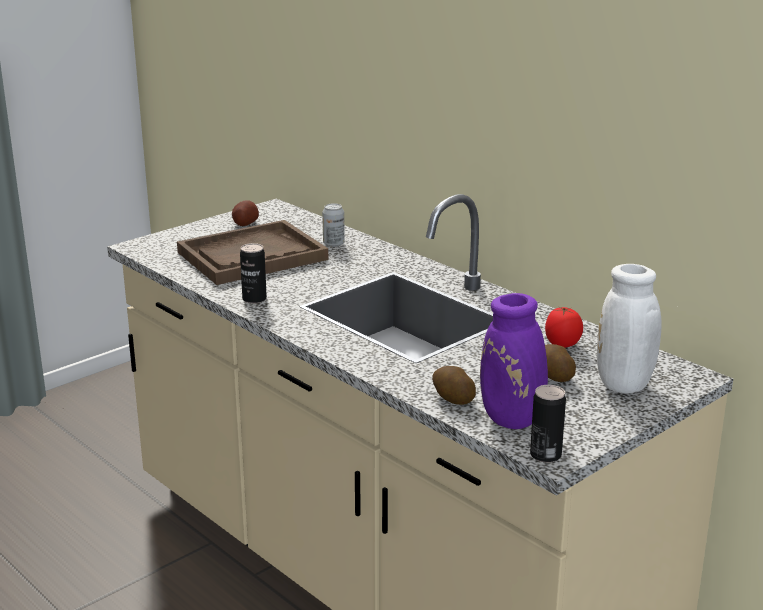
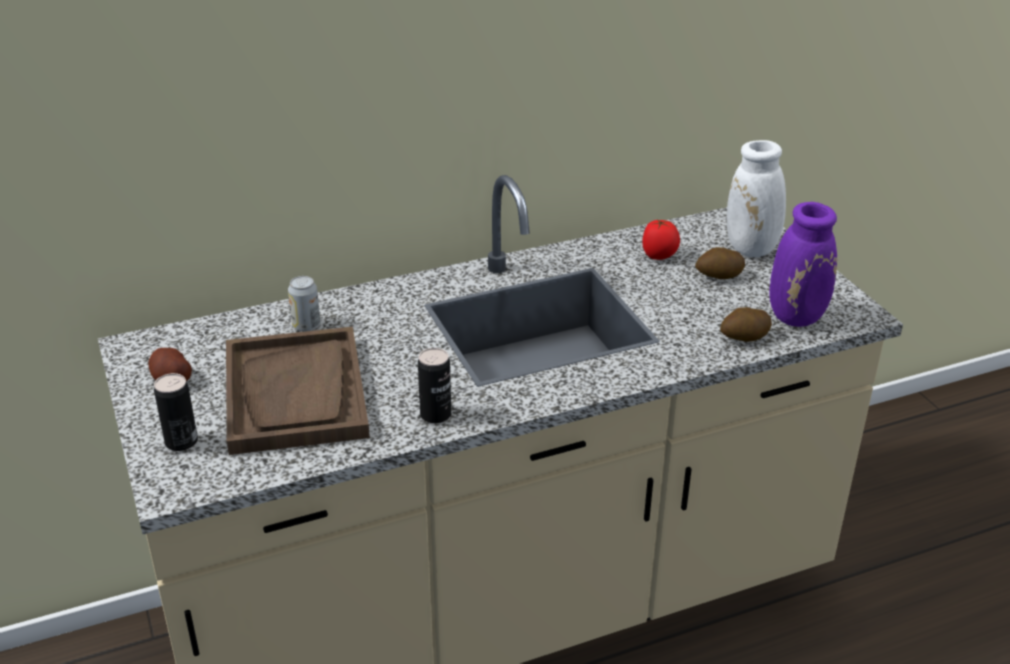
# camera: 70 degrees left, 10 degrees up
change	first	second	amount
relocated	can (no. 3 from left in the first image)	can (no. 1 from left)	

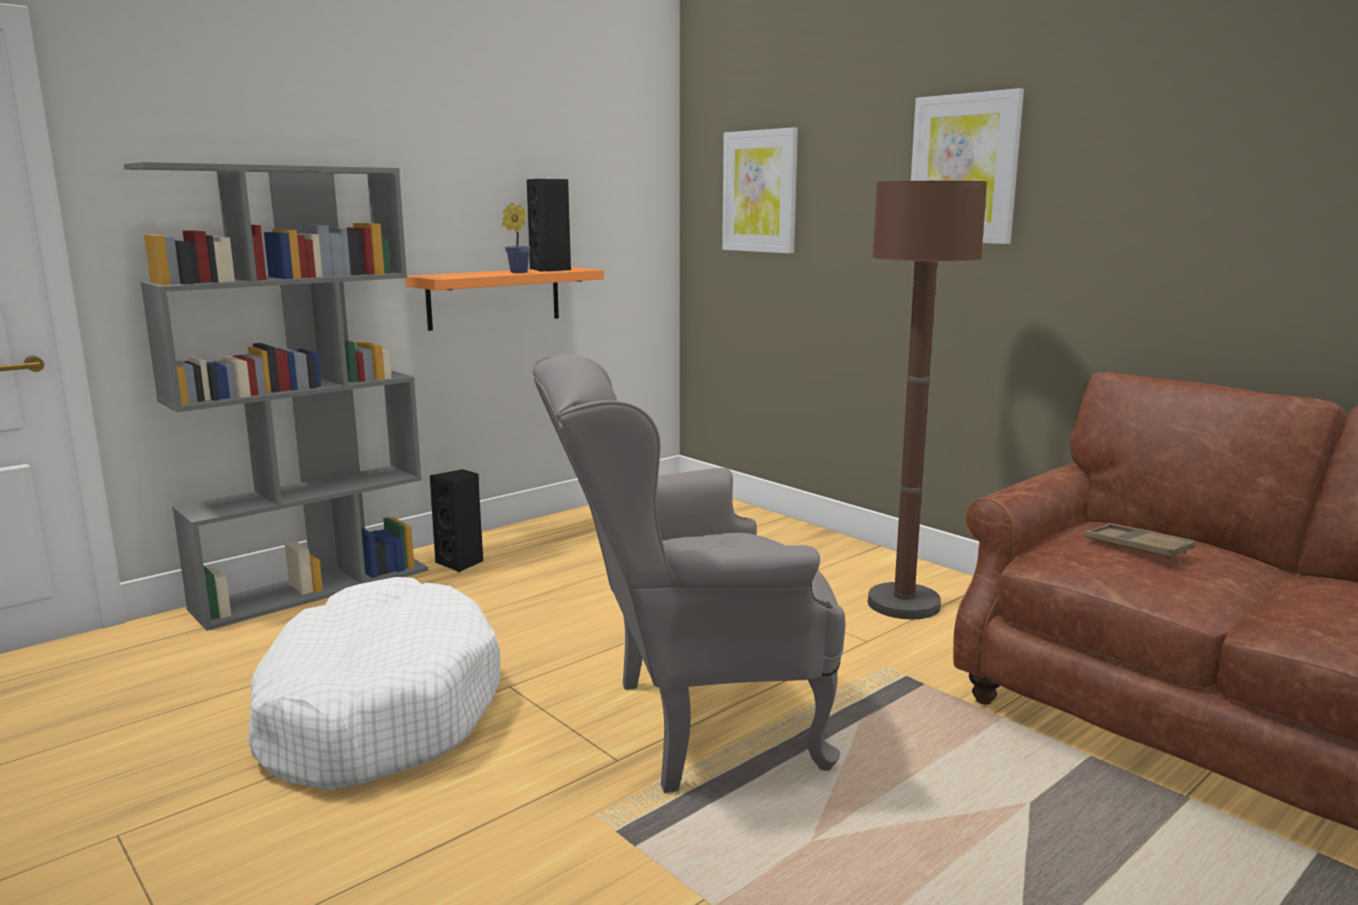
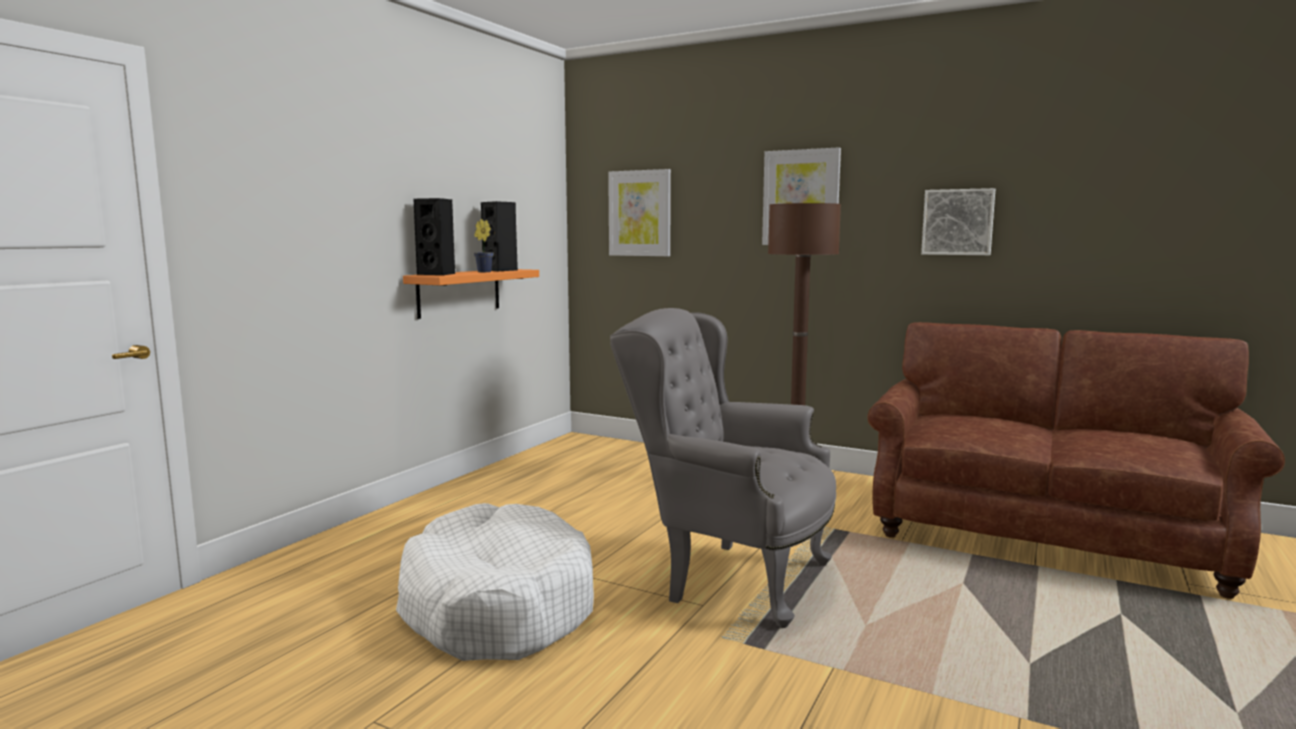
# camera: 20 degrees left, 5 degrees down
change	first	second	amount
relocated	black speaker (no. 1 from left)		
spun	grey armchair		60 degrees clockwise
appeared		picture (no. 3 from left)	
missing	grey bookcase		
missing	brown tray		

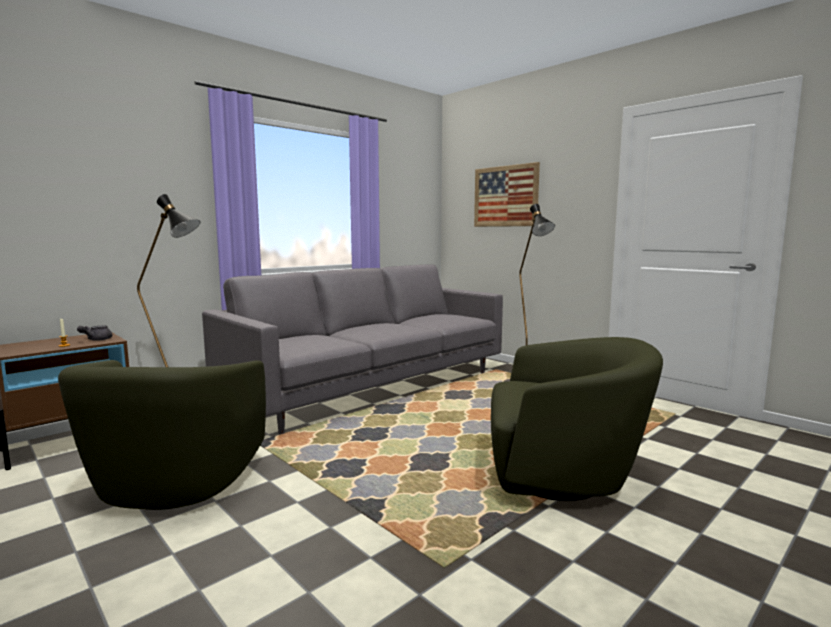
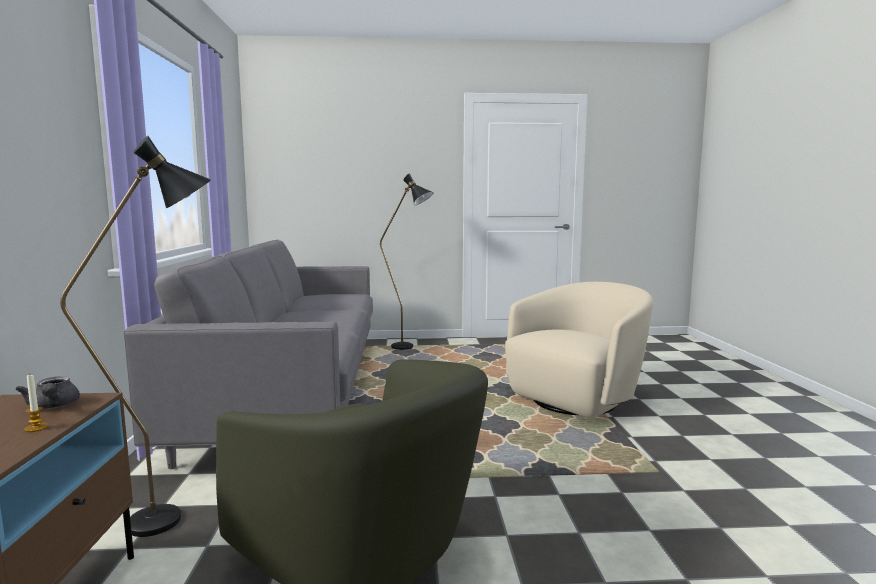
# camera: 50 degrees left, 0 degrees up
change	first	second	amount
colour	green armchair (no. 2 from left)	beige armchair	
missing	picture		

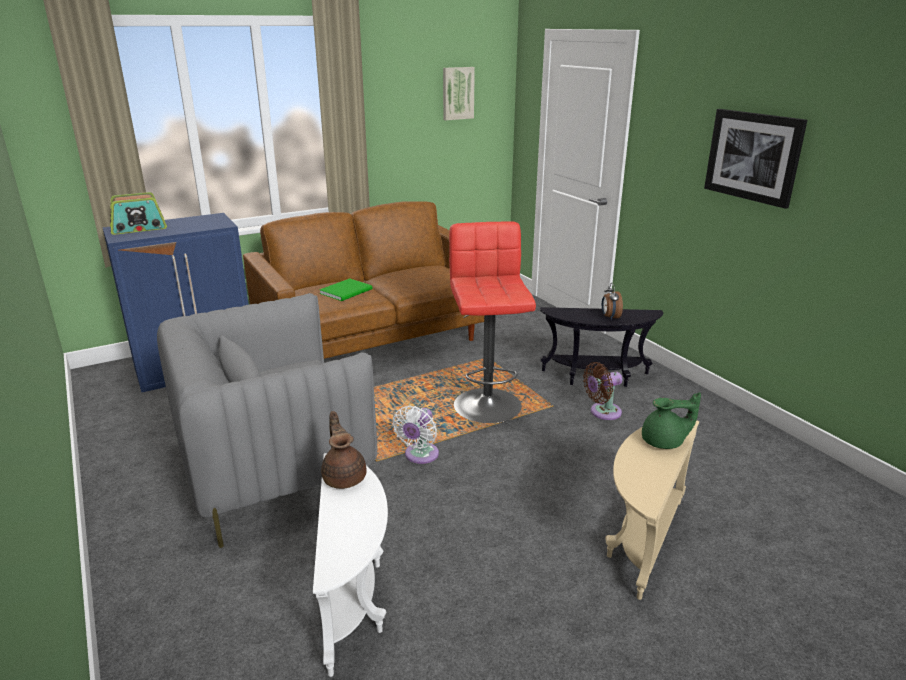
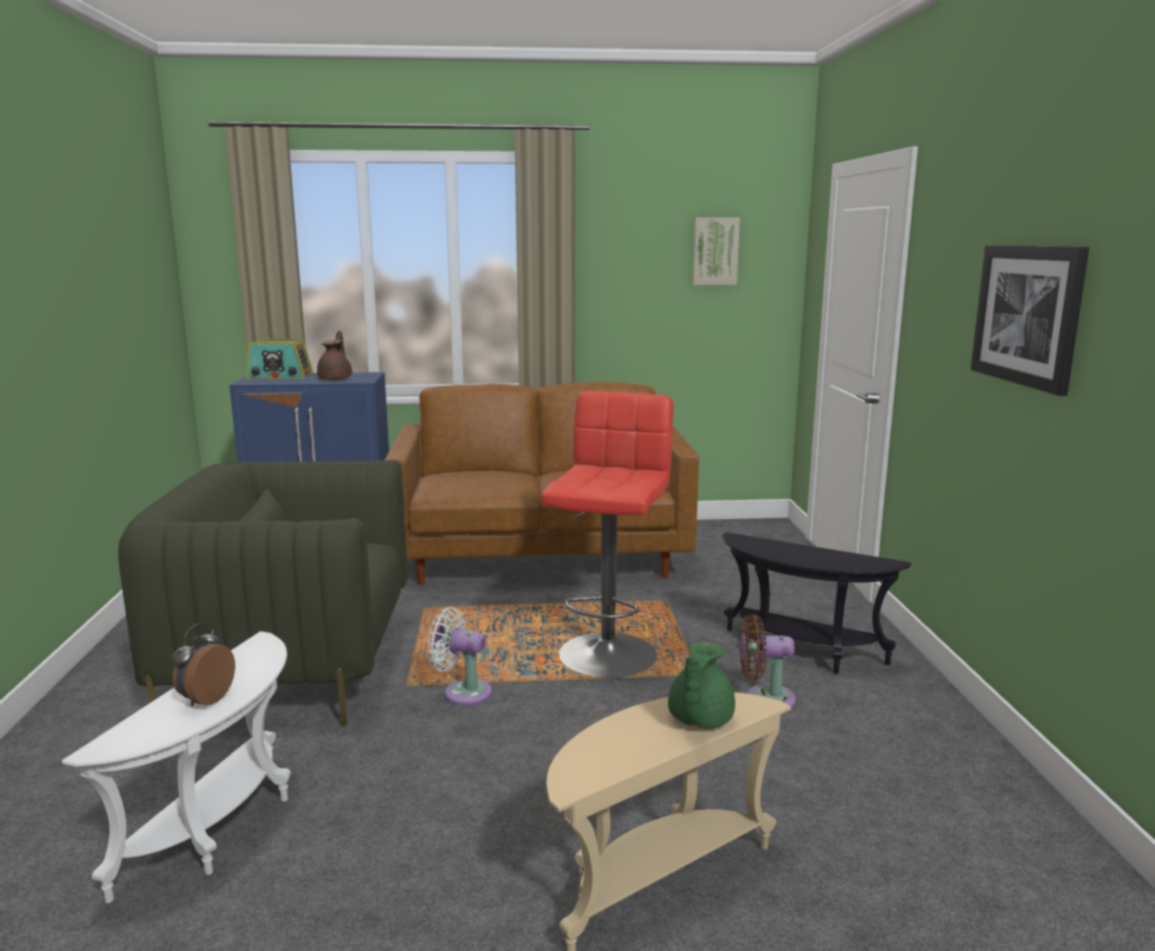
# camera: 25 degrees right, 10 degrees down
change	first	second	amount
colour	grey armchair	green armchair	
relocated	alarm clock		
relocated	brown teapot		
spun	white fan		60 degrees clockwise
spun	green teapot		90 degrees clockwise
missing	green book		

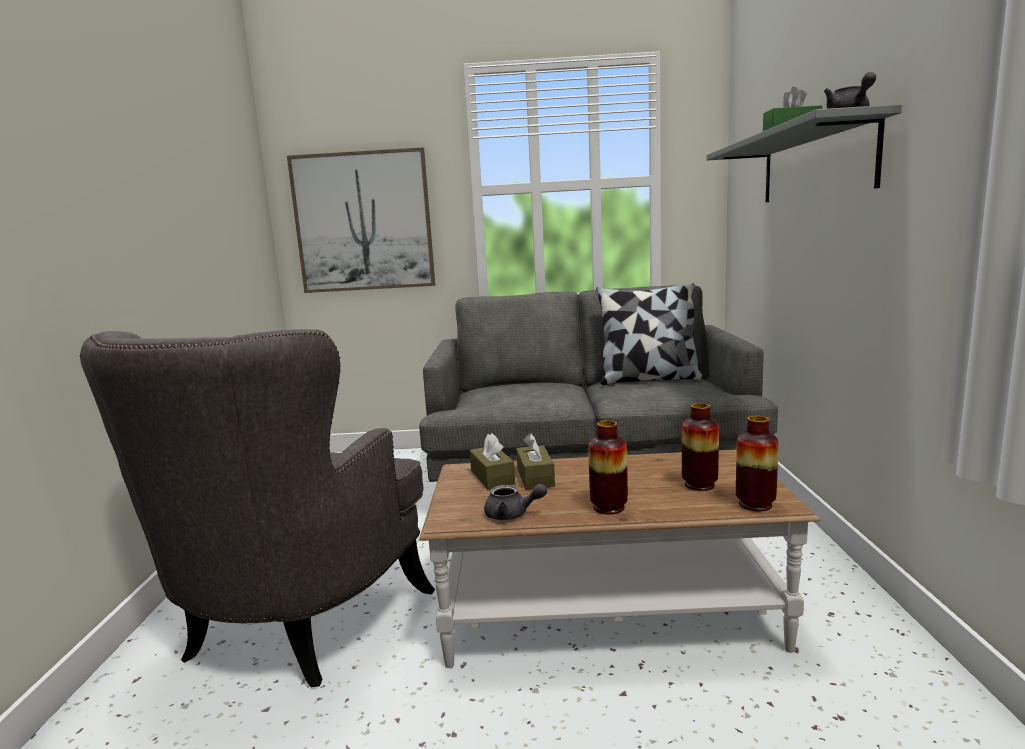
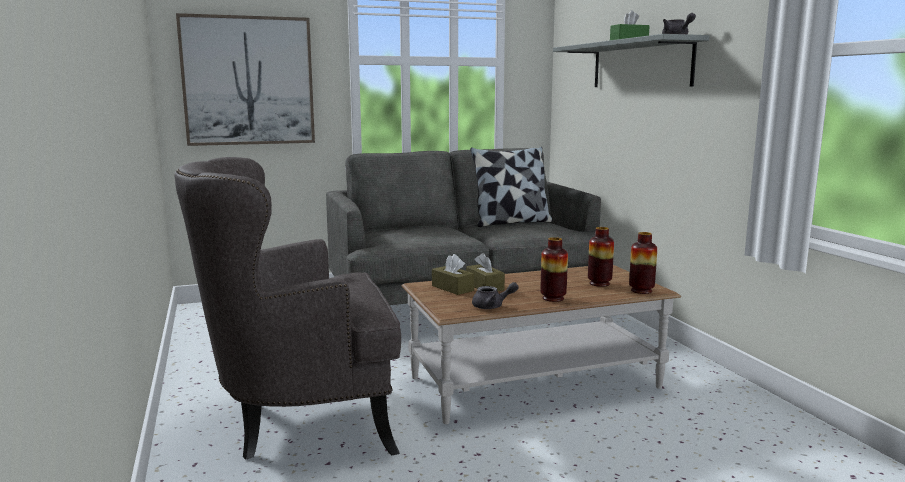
# camera: 20 degrees left, 0 degrees up
change	first	second	amount
spun	grey armchair		75 degrees clockwise

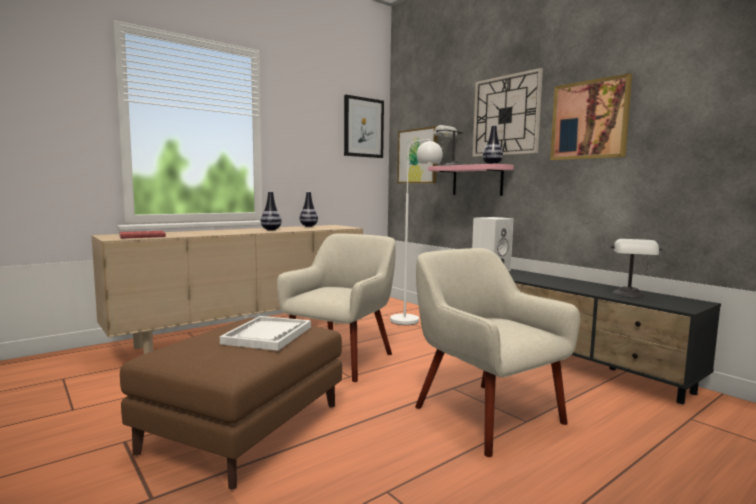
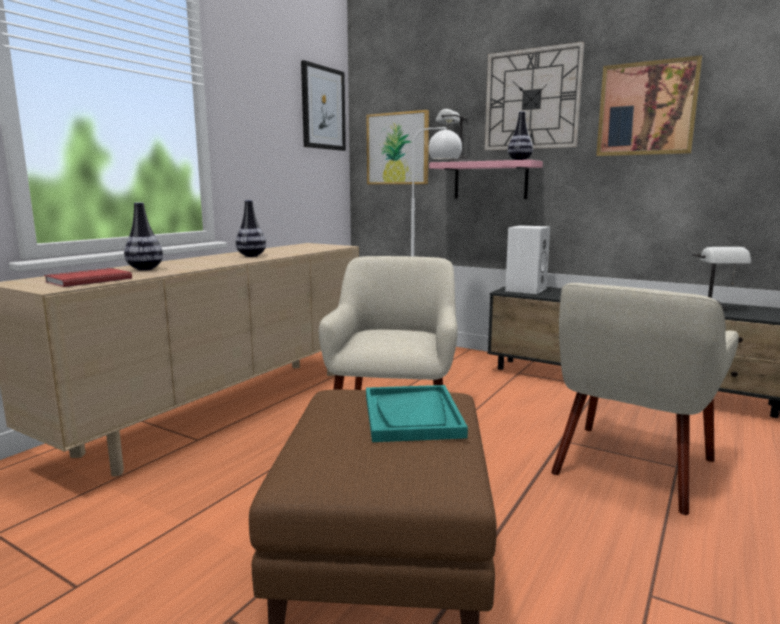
# camera: 20 degrees left, 5 degrees up
change	first	second	amount
relocated	vase (no. 2 from left in the first image)	vase (no. 1 from left)	
colour	white tray	turquoise tray	
spun	beige armchair (no. 2 from left)		90 degrees counterclockwise

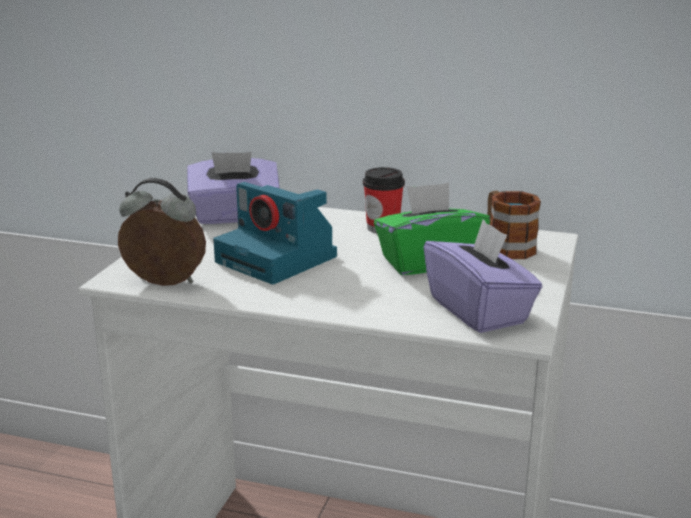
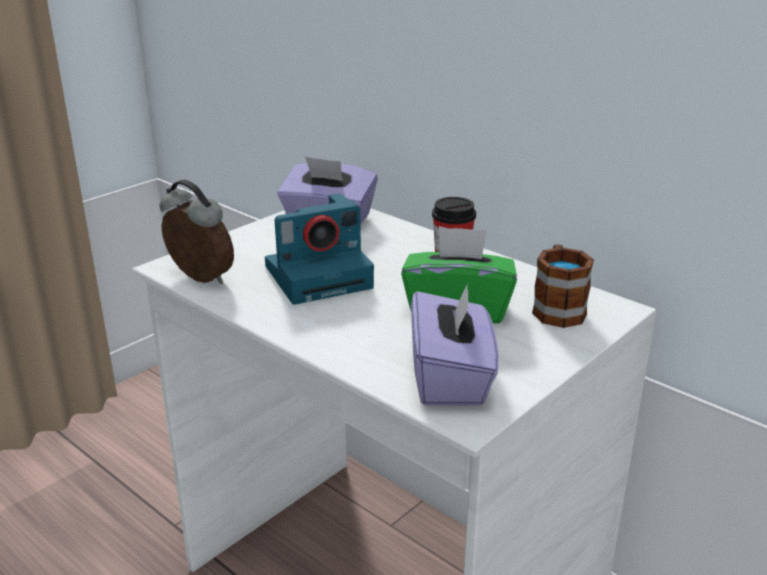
# camera: 25 degrees right, 5 degrees up
change	first	second	amount
spun	photo camera		90 degrees counterclockwise

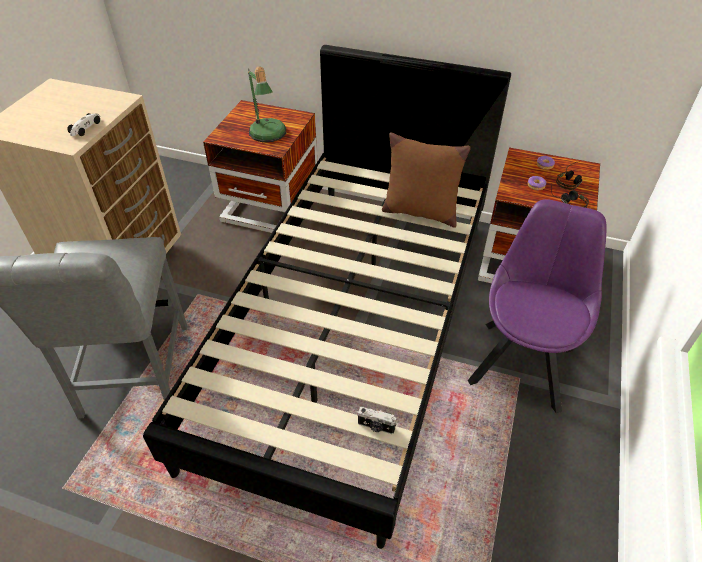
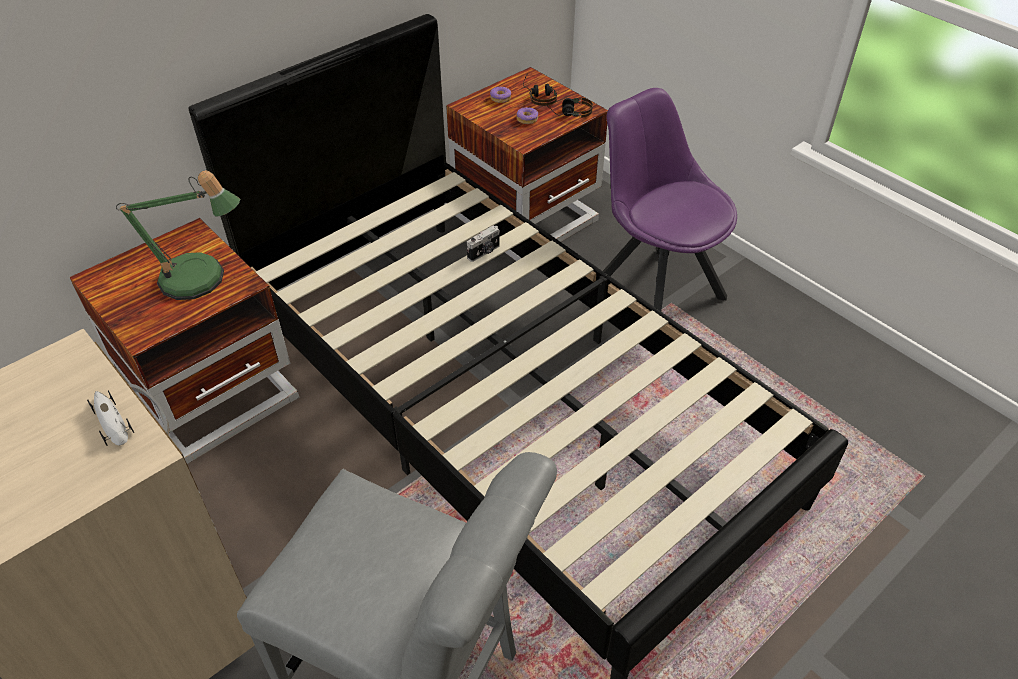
# camera: 60 degrees left, 0 degrees up
change	first	second	amount
relocated	photo camera		
missing	brown pillow		

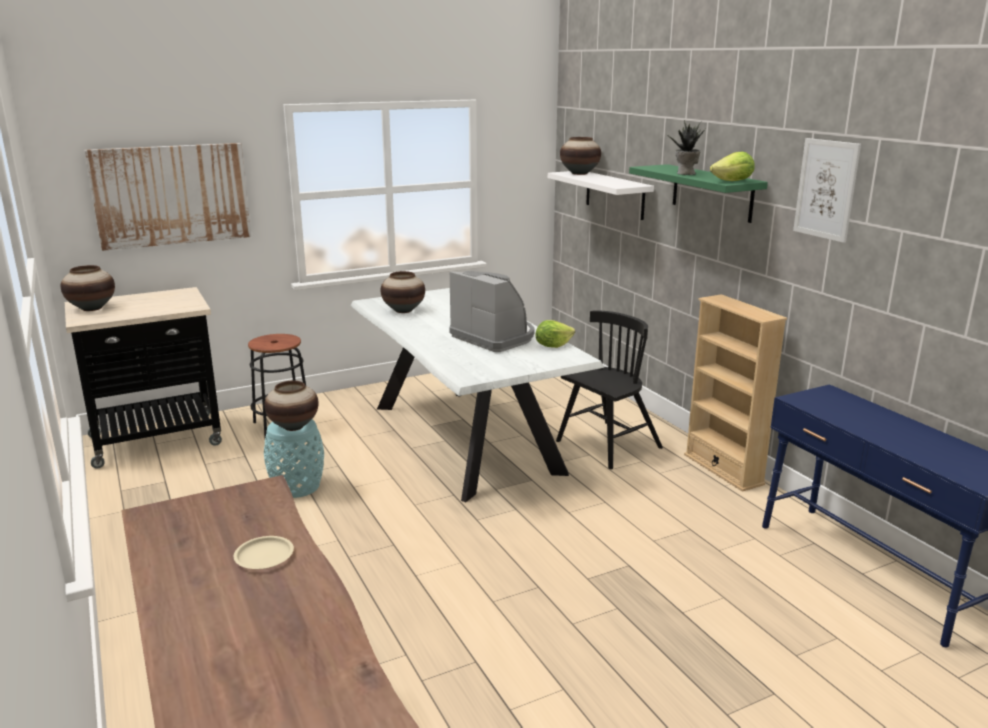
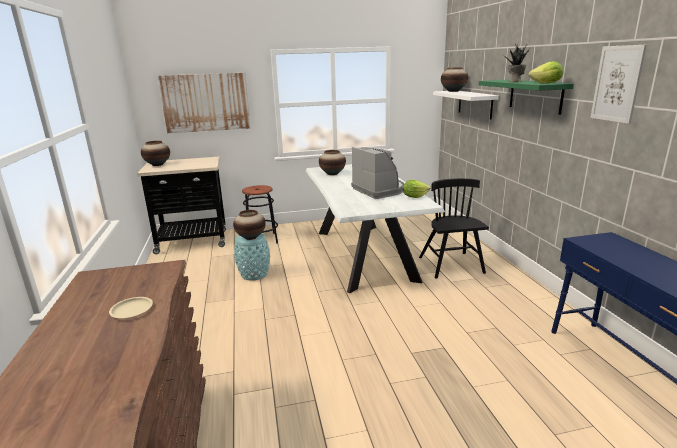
# camera: 15 degrees right, 0 degrees up
change	first	second	amount
spun	black chair		75 degrees counterclockwise
missing	beige bookcase		

